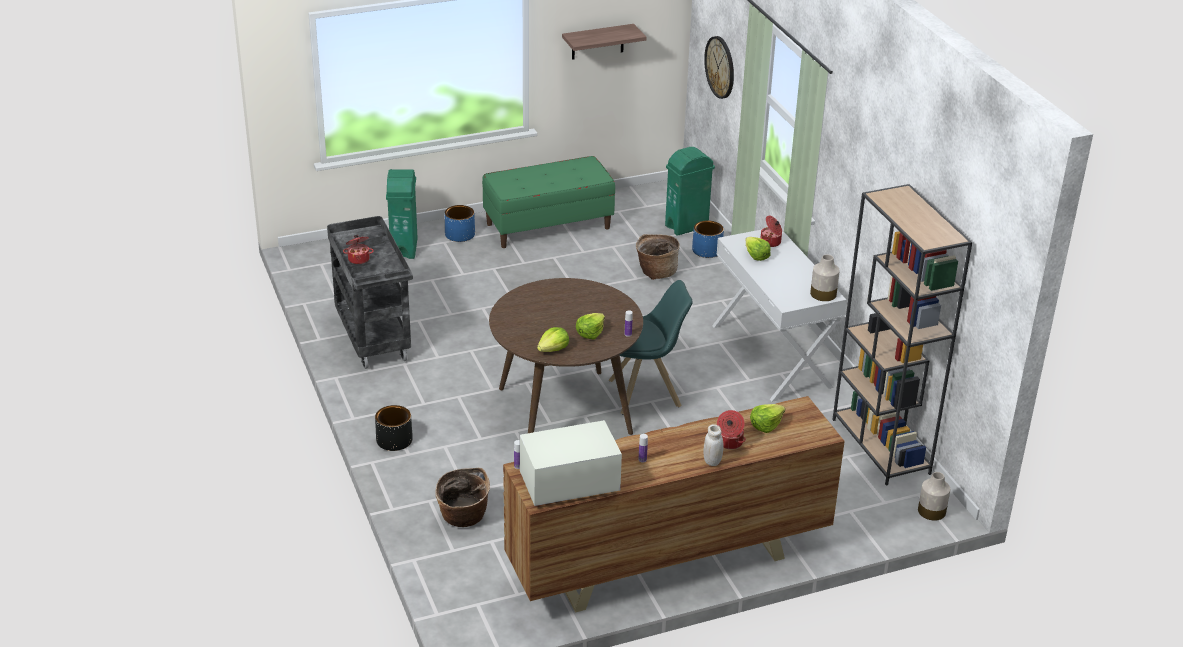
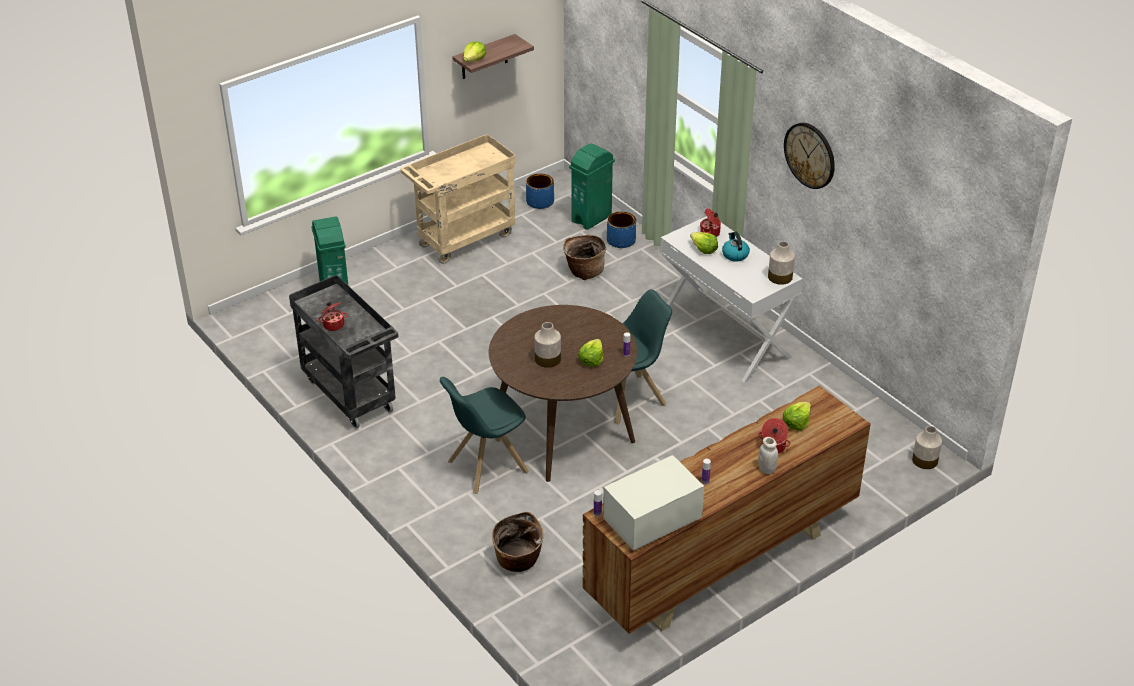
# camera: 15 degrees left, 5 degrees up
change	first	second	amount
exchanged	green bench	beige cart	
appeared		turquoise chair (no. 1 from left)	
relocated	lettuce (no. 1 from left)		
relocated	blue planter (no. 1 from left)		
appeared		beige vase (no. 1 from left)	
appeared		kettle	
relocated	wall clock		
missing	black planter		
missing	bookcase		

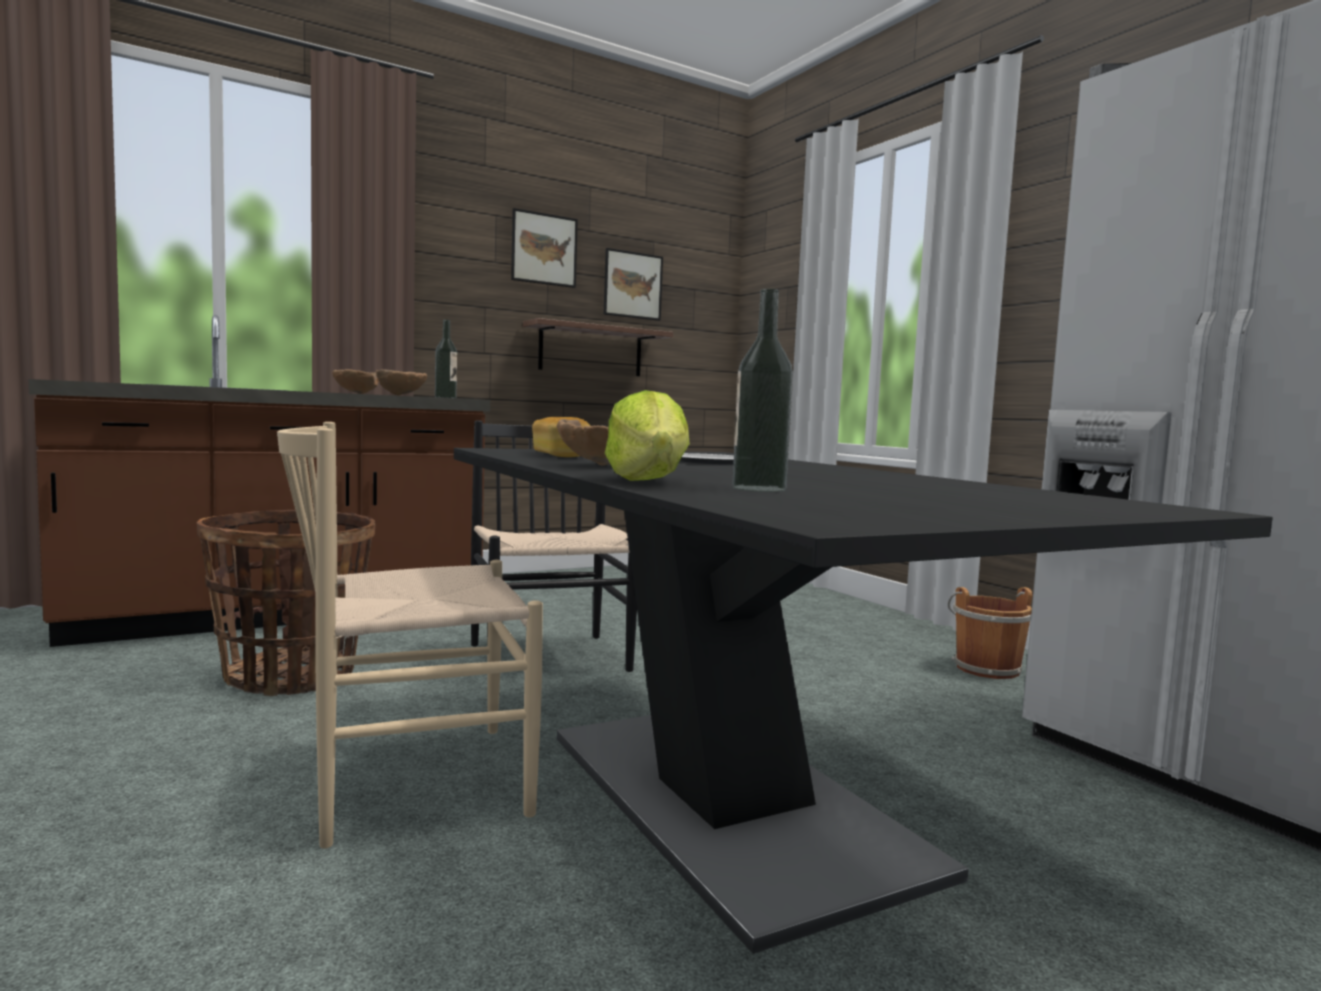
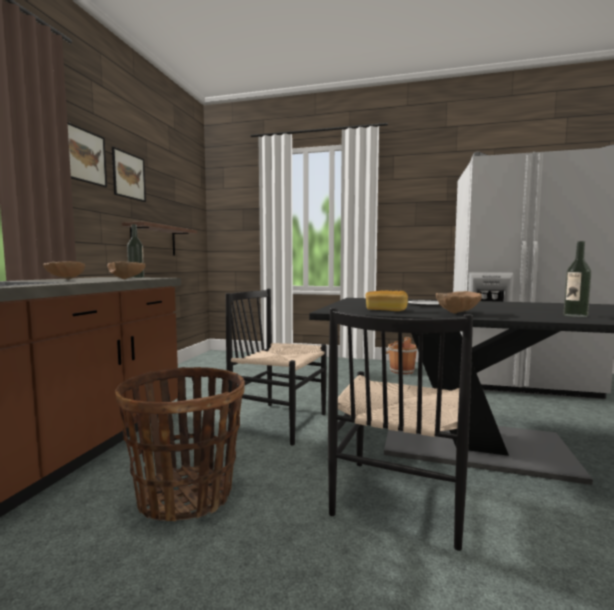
# camera: 45 degrees left, 0 degrees up
change	first	second	amount
relocated	picture (no. 2 from left in the first image)	picture (no. 1 from left)	
colour	beige chair	black chair (no. 2 from left)	
missing	lettuce		

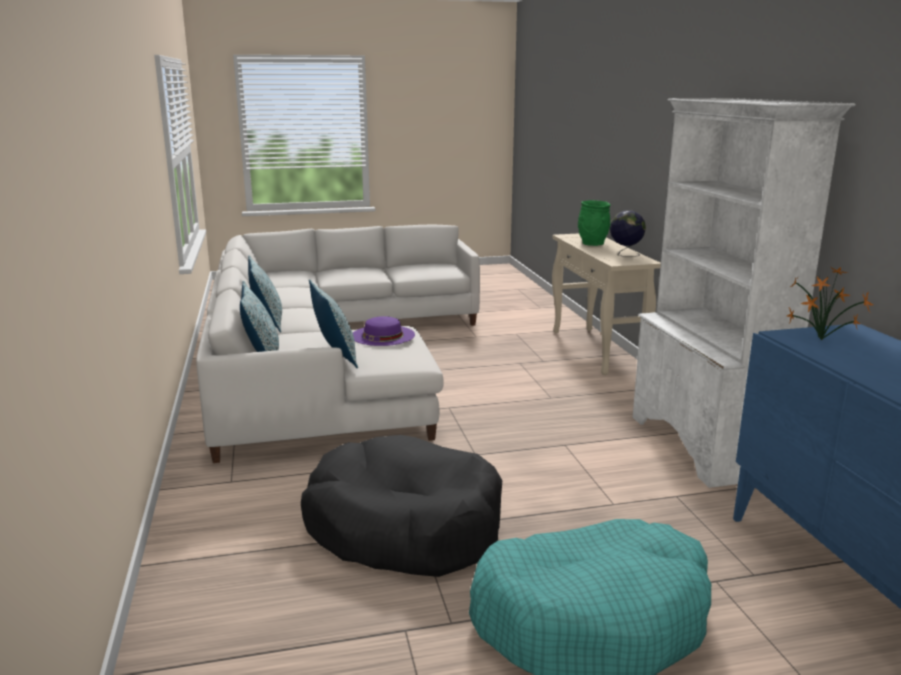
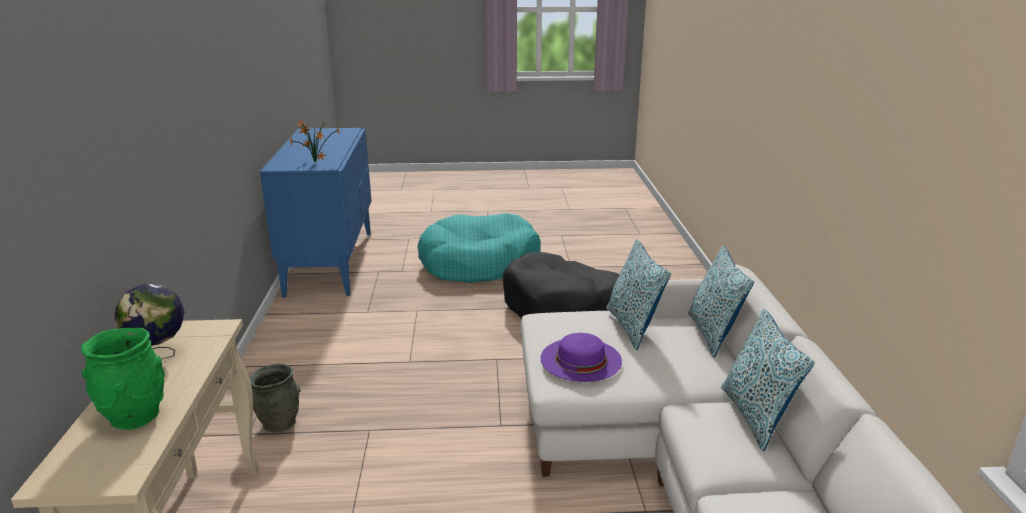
# camera: 170 degrees left, 5 degrees up
change	first	second	amount
appeared		grey vase	
missing	white bookcase		

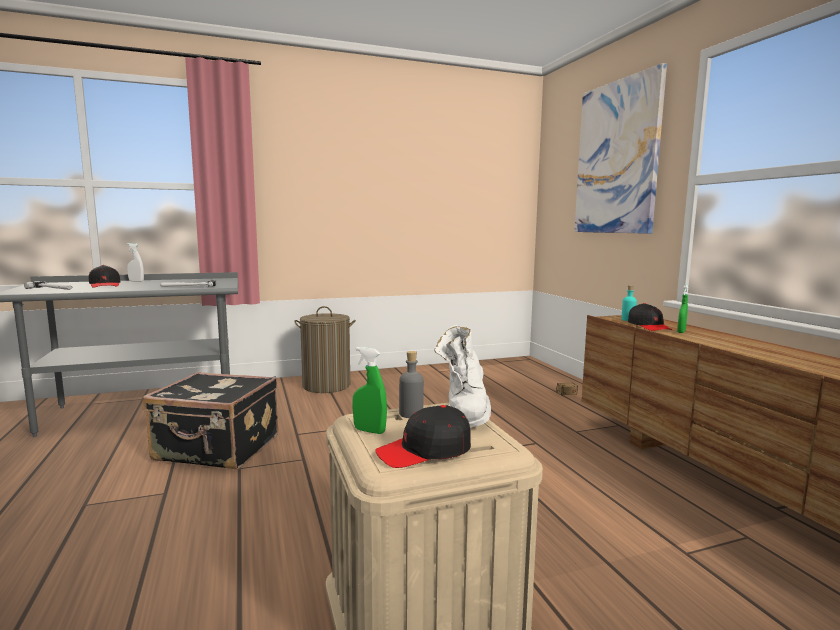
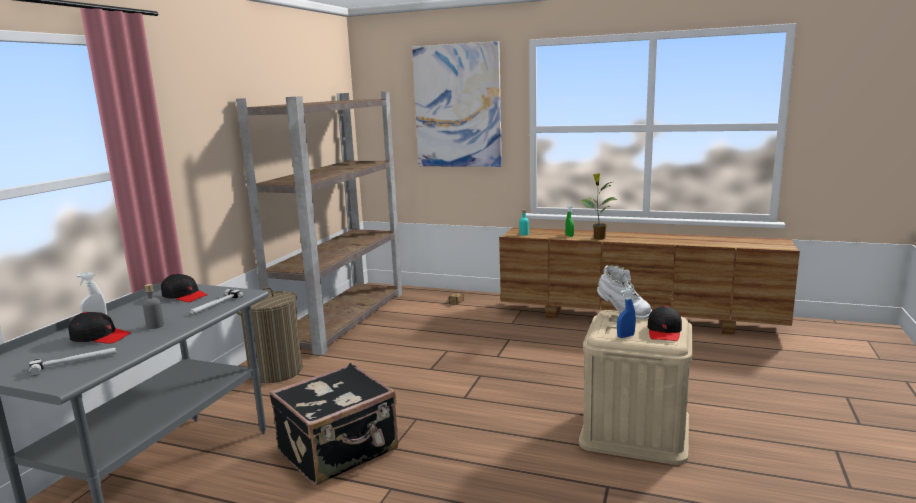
# camera: 50 degrees left, 5 degrees up
change	first	second	amount
relocated	grey bottle		
relocated	black cap (no. 3 from left in the first image)	black cap (no. 2 from left)	
appeared		brown bookcase	
appeared		potted plant	
colour	green spray bottle (no. 1 from left)	blue spray bottle	

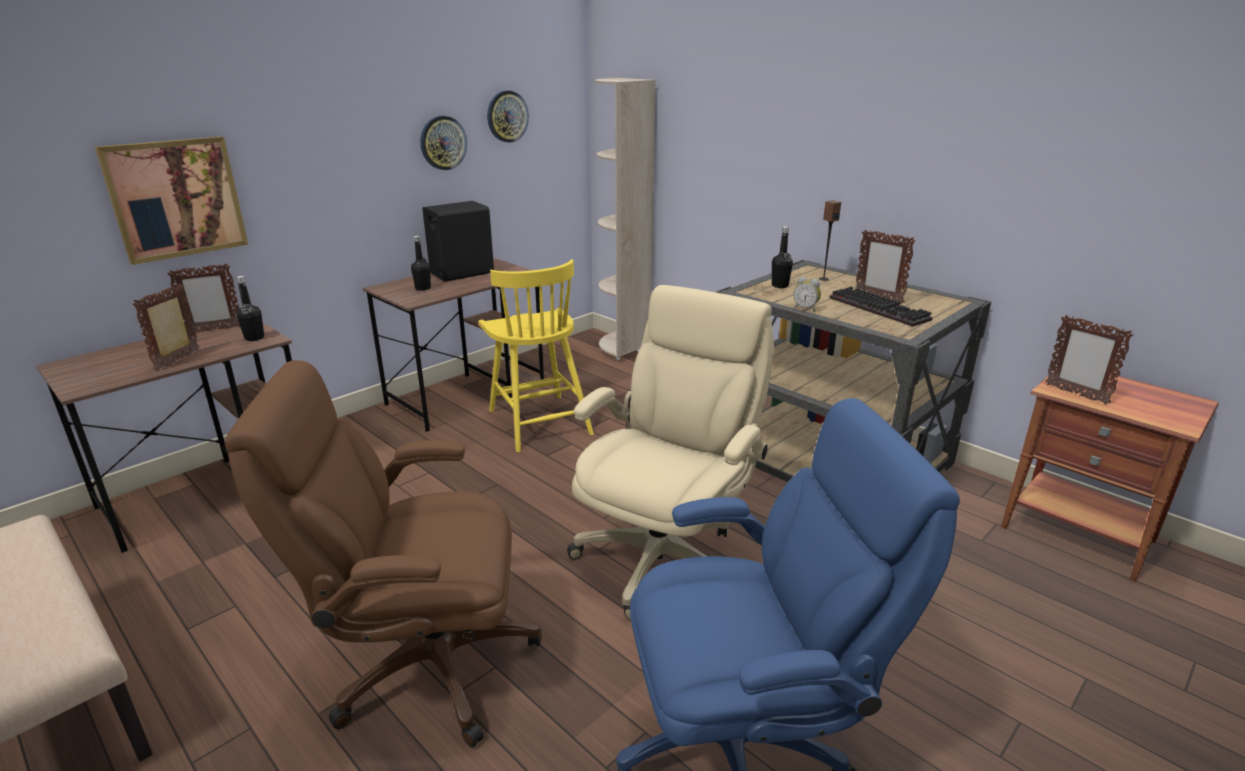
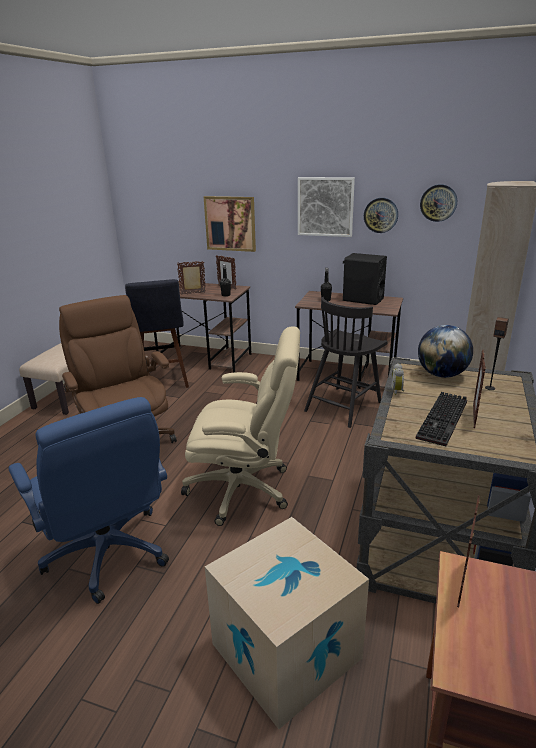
# camera: 65 degrees right, 0 degrees up
change	first	second	amount
appeared		blue stool	
appeared		cardboard box	
appeared		picture (no. 2 from left)	
colour	yellow chair	black chair	
exchanged	black bottle (no. 3 from left)	globe	

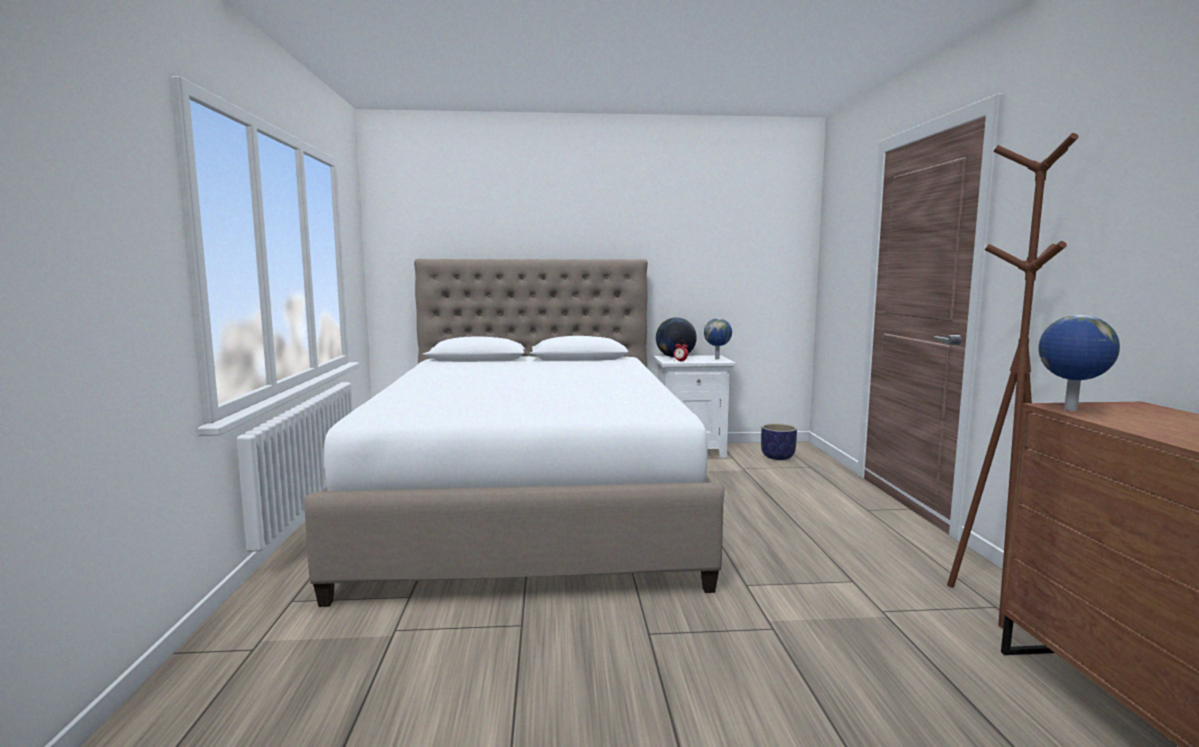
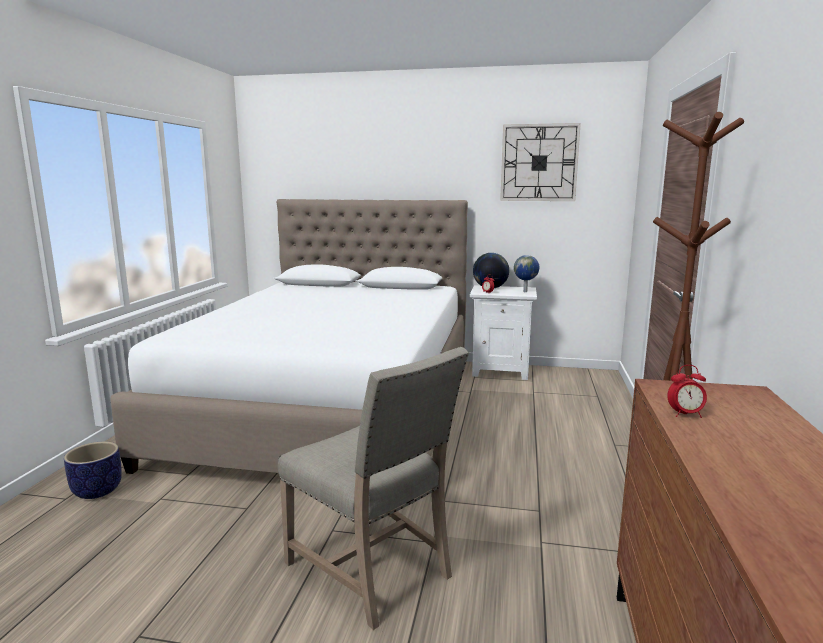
# camera: 15 degrees right, 5 degrees up
change	first	second	amount
relocated	planter		
appeared		beige chair	
appeared		wall clock	
appeared		alarm clock (no. 2 from left)	
missing	globe (no. 3 from left)		

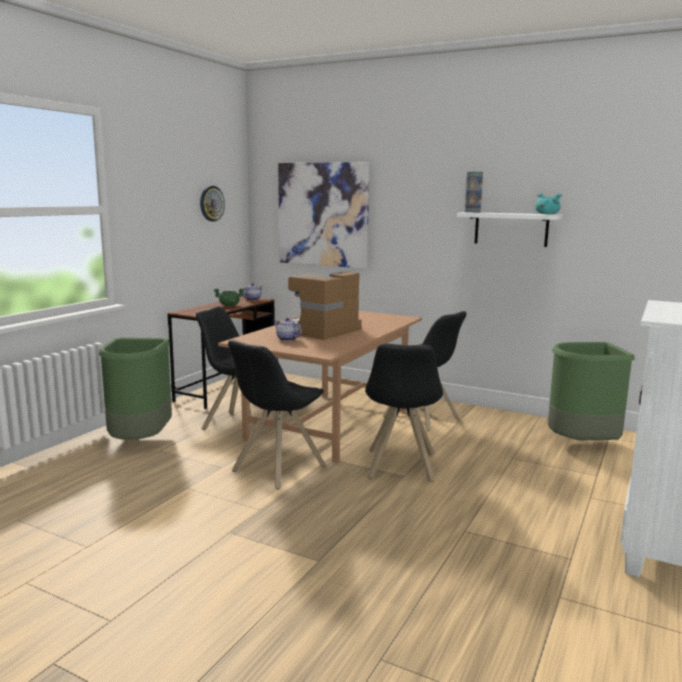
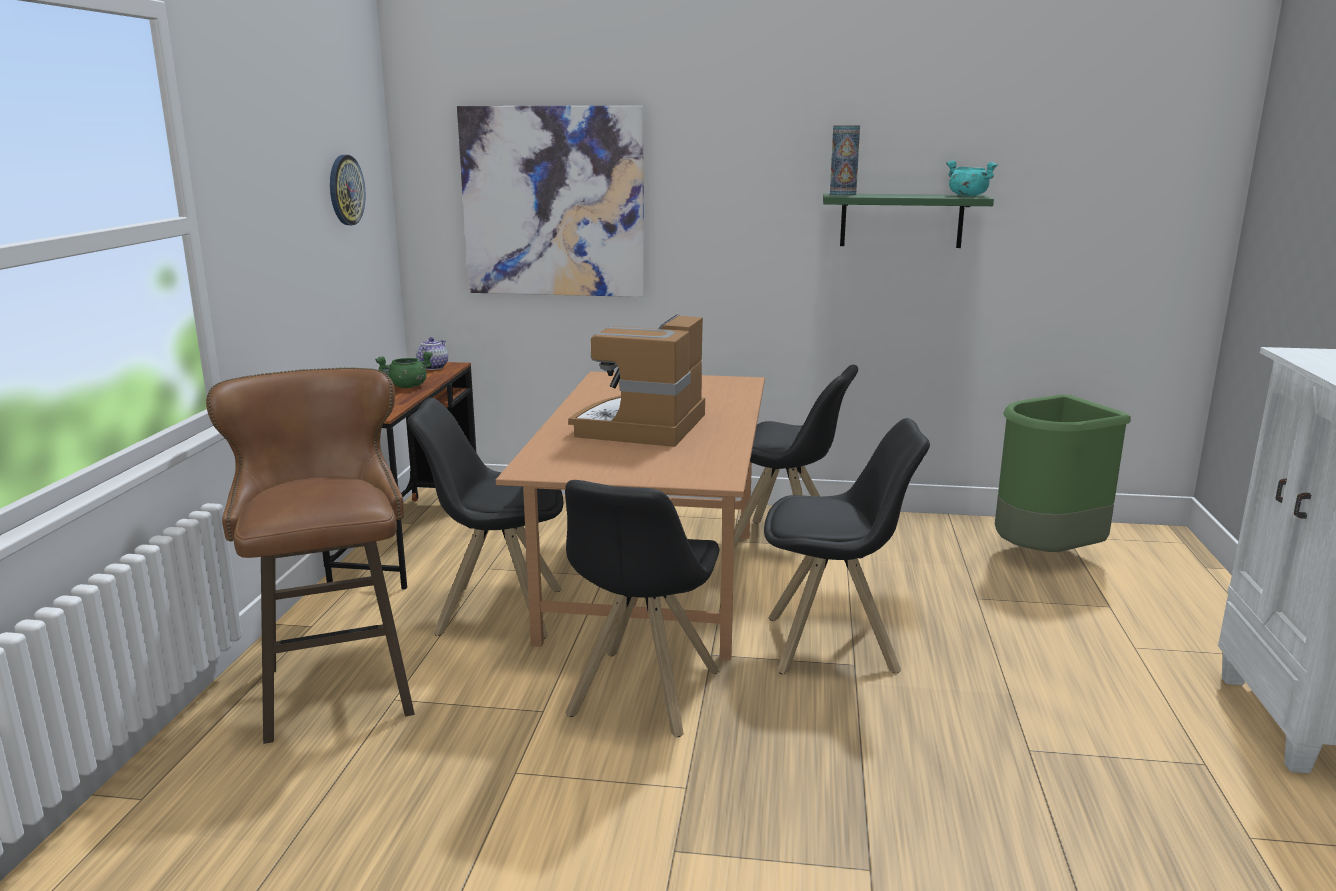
# camera: 20 degrees left, 5 degrees up
change	first	second	amount
exchanged	green trash can (no. 1 from left)	brown stool	
spun	black chair (no. 3 from left in the first image)	black chair (no. 4 from left)	75 degrees counterclockwise
colour	white shelf	green shelf	
missing	teapot (no. 2 from left)		

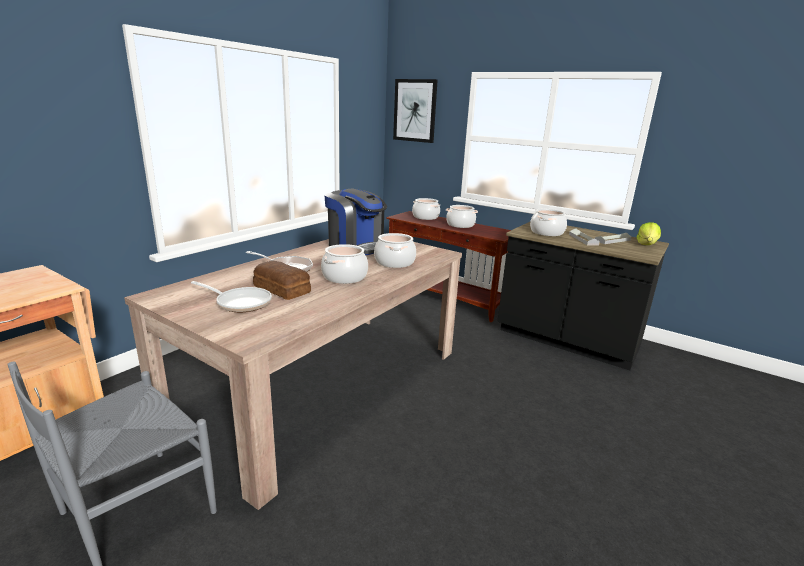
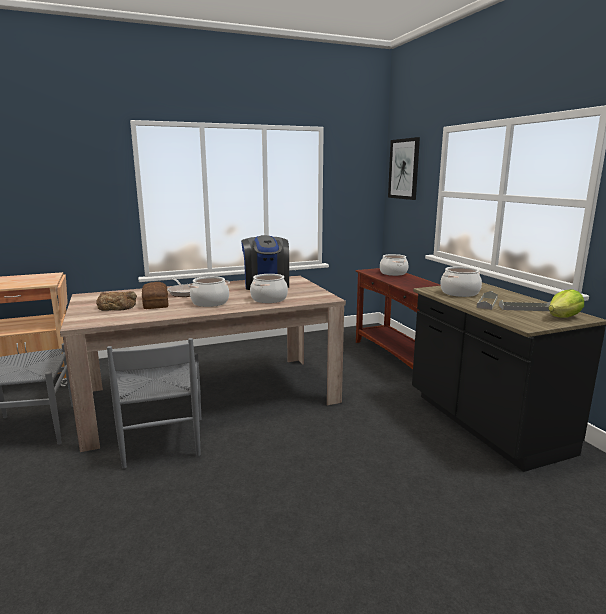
# camera: 35 degrees right, 5 degrees down
change	first	second	amount
exchanged	frying pan (no. 1 from left)	bread (no. 1 from left)	
appeared		grey chair (no. 2 from left)	
missing	cooking pot (no. 4 from left)		

